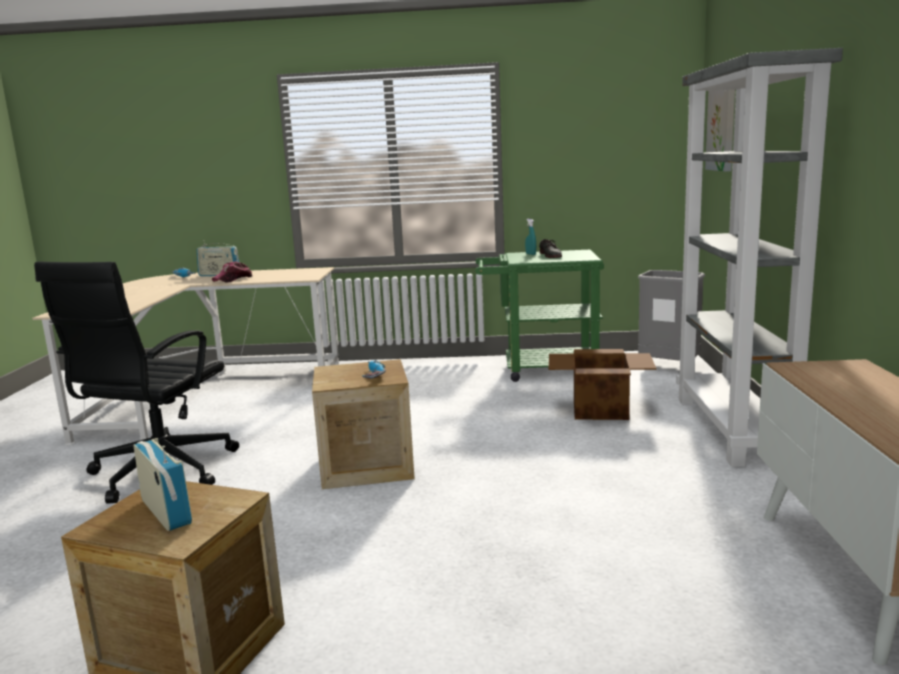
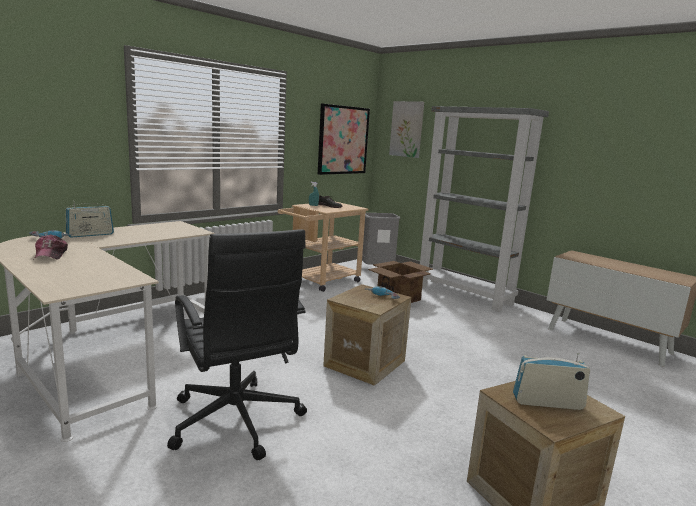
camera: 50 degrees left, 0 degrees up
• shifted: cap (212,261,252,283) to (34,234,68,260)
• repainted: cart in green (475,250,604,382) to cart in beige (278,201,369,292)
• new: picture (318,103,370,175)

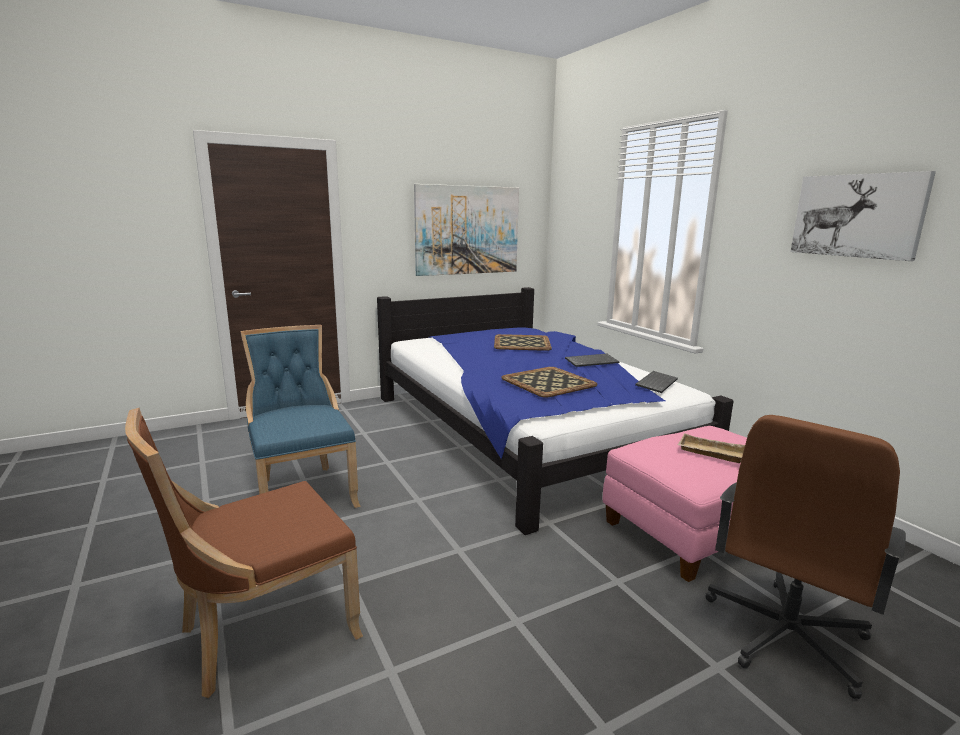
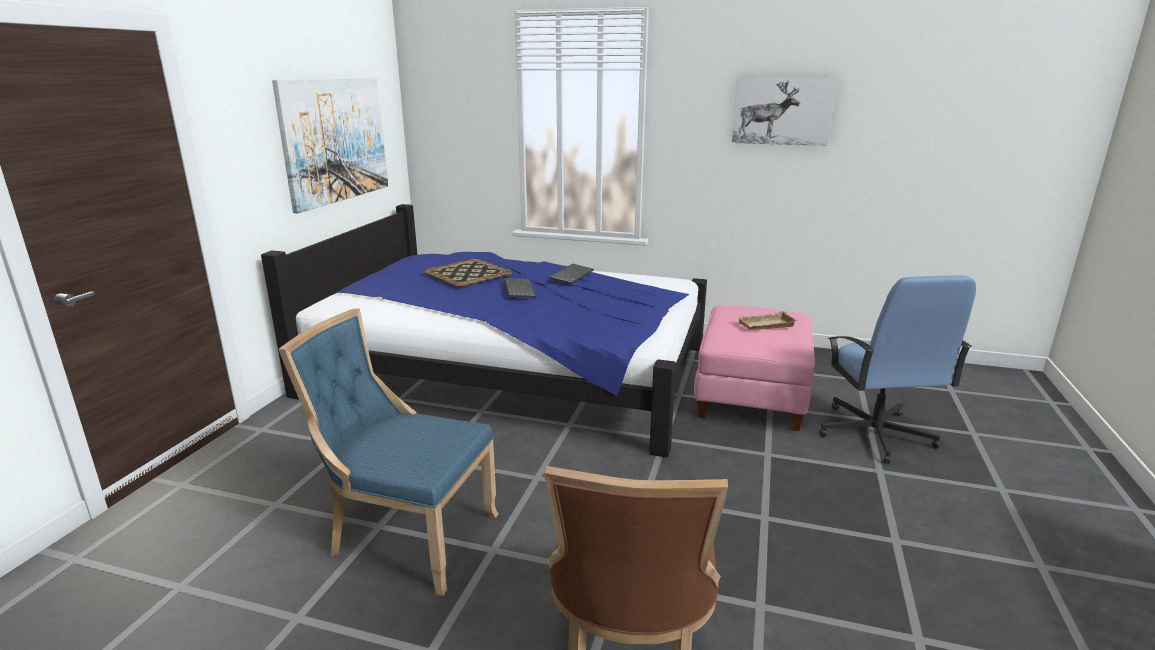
camera: 45 degrees left, 5 degrees up
• gone: tray (501,367,597,398)
• shifted: keyboard (635,371,678,393) to (504,278,536,298)
• repainted: office chair in brown (706,415,906,699) to office chair in blue (819,275,976,464)

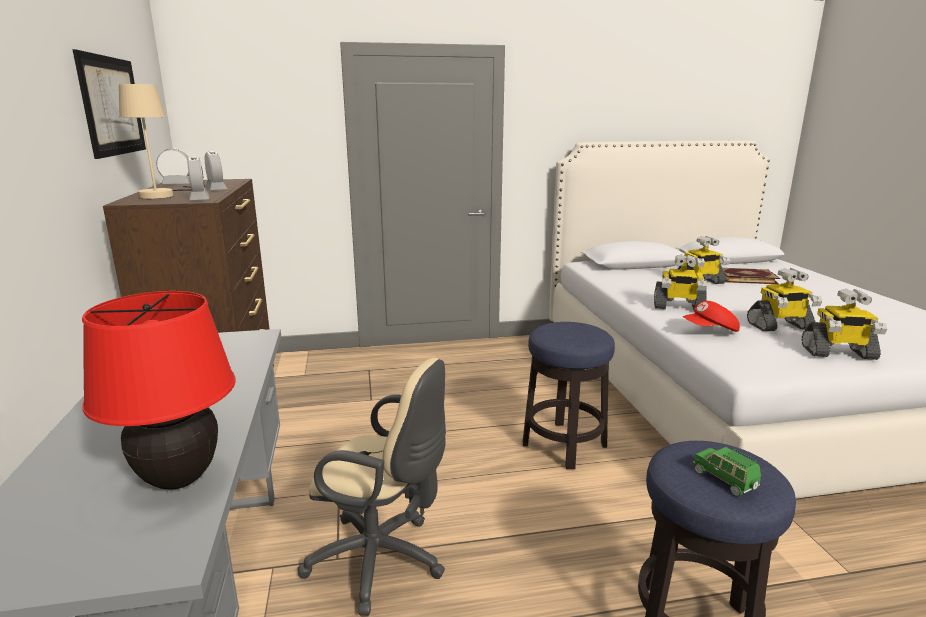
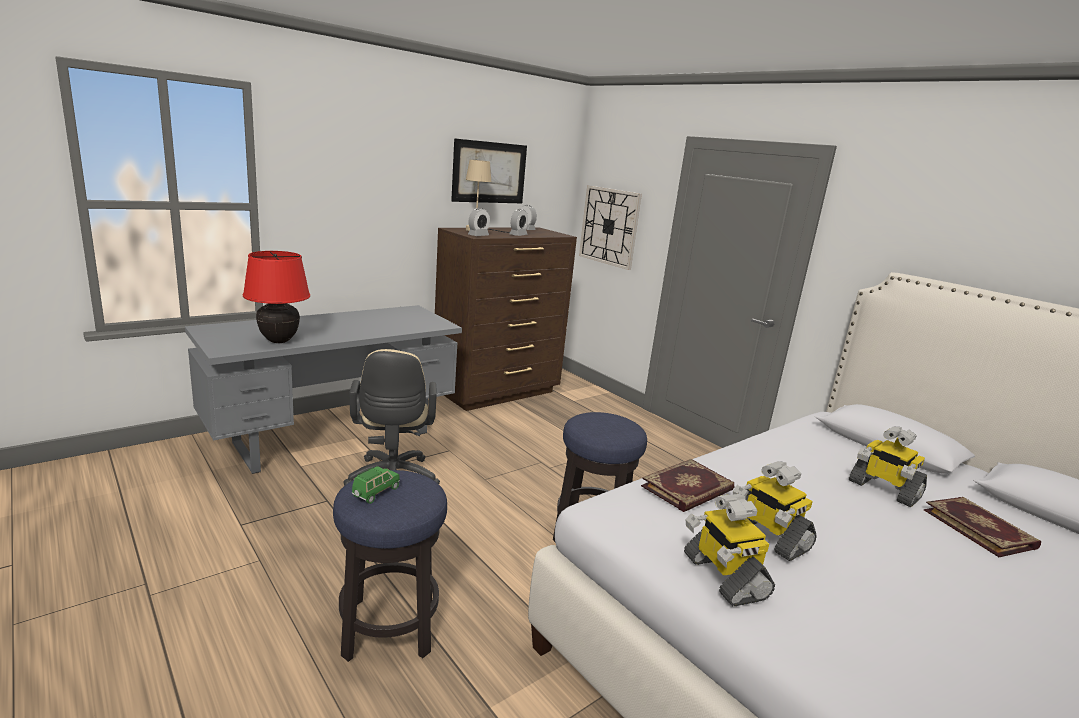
camera: 60 degrees right, 0 degrees up
• gone: toy robot (654,254,707,310)
• swapped: cap in red (683,301,740,332) to book (641,459,734,512)
• new: wall clock (579,185,642,270)

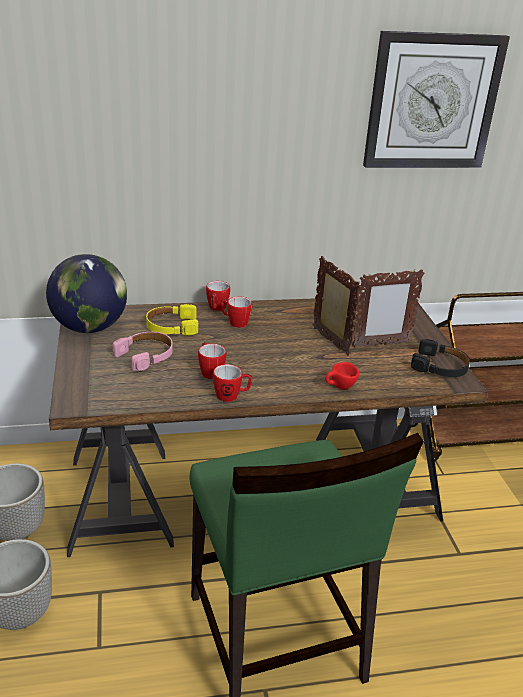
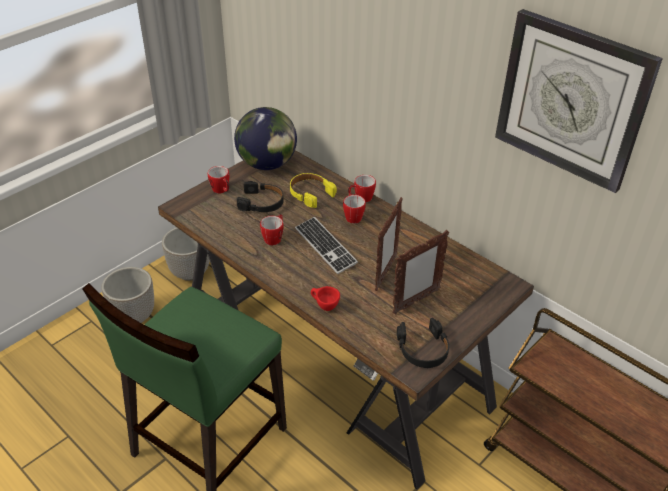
camera: 55 degrees right, 10 degrees up
• repainted: headphones in pink (112,332,173,371) to headphones in black (237,181,284,212)
• shifted: mug (213,364,252,402) to (208,166,229,193)
• rotated: picture frame (352,270,425,348) = (392,230,449,314) 75 degrees counterclockwise
• new: keyboard (295,217,358,274)

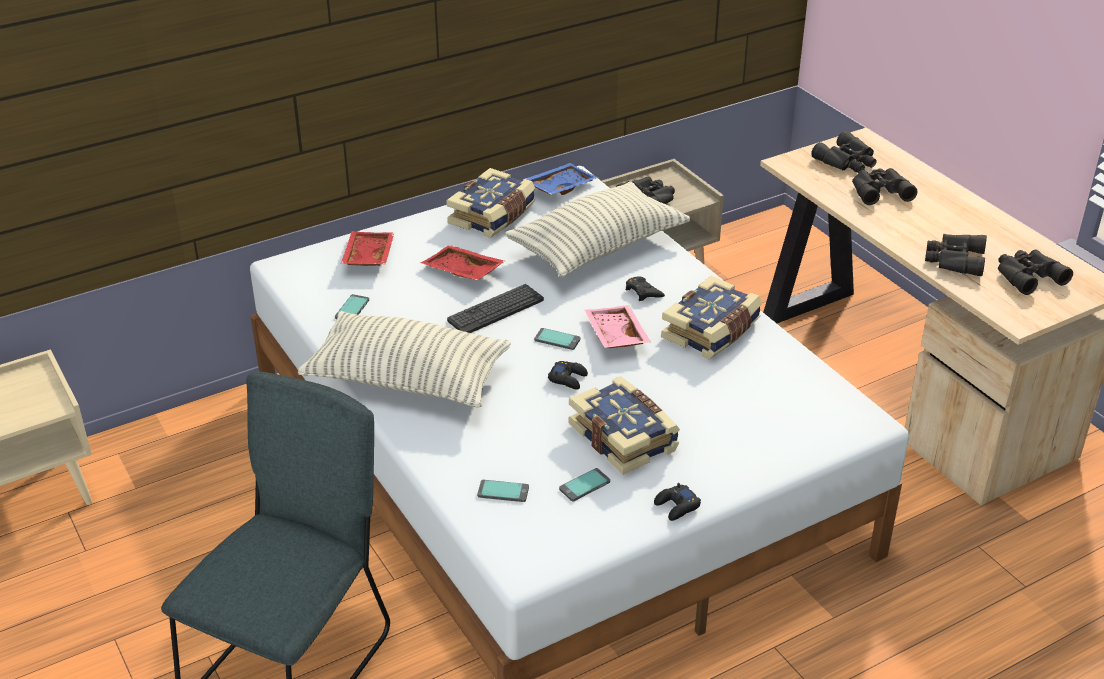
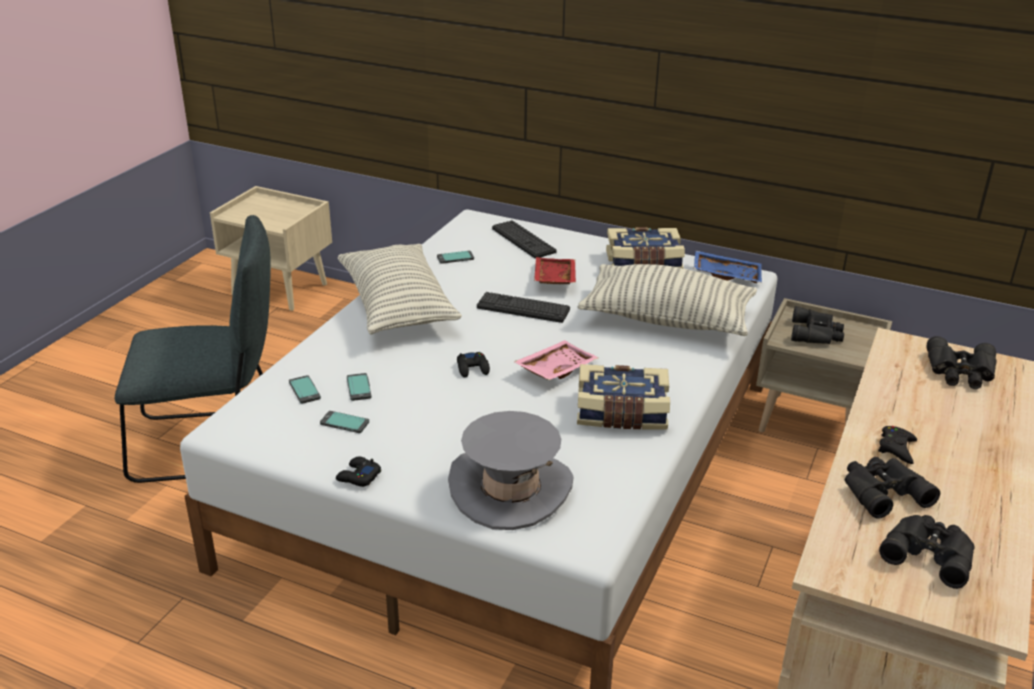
camera: 55 degrees right, 5 degrees down
• swapped: tray in red (341,231,394,266) to keyboard (492,220,557,259)
• shifted: phone (534,328,580,350) to (347,373,372,401)
• gone: book (569,376,680,475)
• shifted: game controller in black (626,276,665,301) to (878,426,917,464)
• gone: binoculars in black (852,168,918,205)
• new: hat in grey (448,411,573,530)

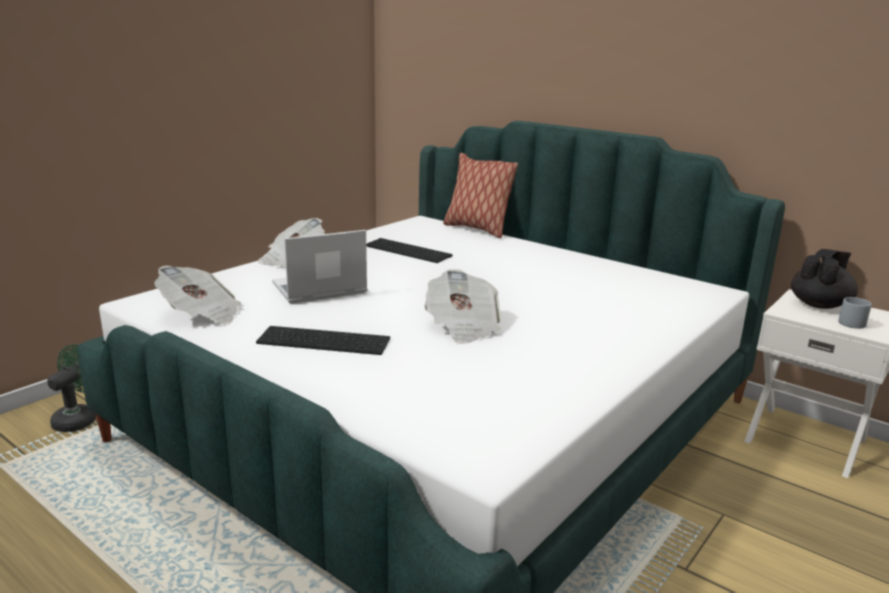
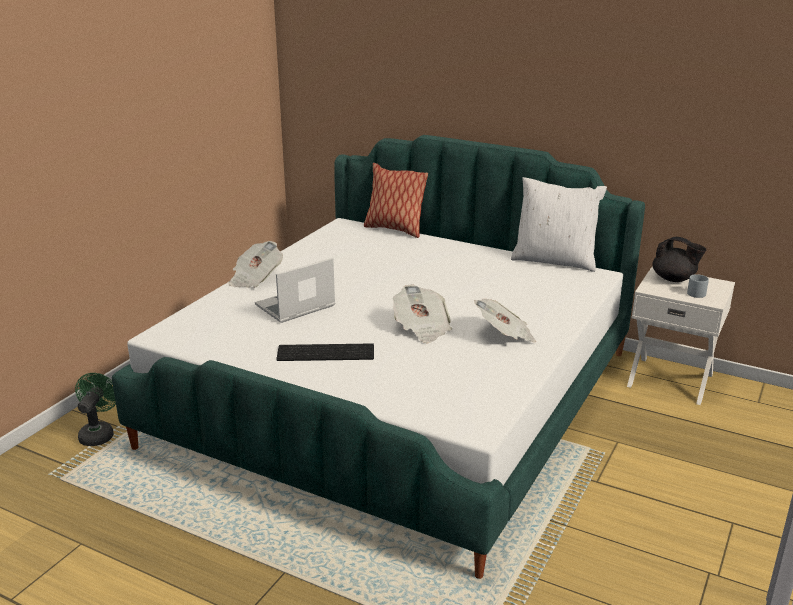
camera: 10 degrees left, 5 degrees up
• shifted: newspaper (154,266,241,325) to (474,299,537,342)
• gone: keyboard (366,238,453,263)
• rotated: teapot in black (791,249,858,309) = (652,237,706,282) 90 degrees clockwise
• new: pillow in white (511,177,607,272)

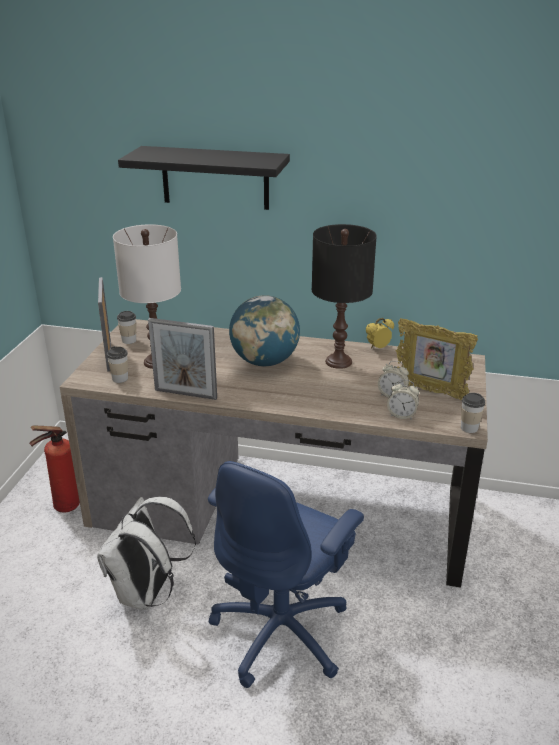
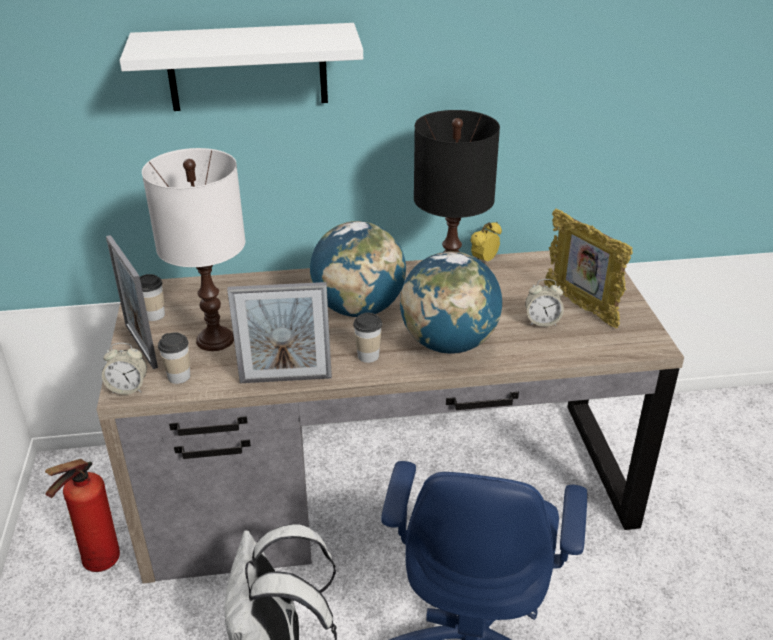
camera: 20 degrees left, 5 degrees up
• repainted: shelf in black (118,146,290,210) to shelf in white (120,23,363,111)
• shifted: alarm clock (387,380,419,420) to (102,343,147,395)
• rotated: picture frame (395,318,478,400) = (544,208,633,328) 45 degrees clockwise
• shifted: cup (461,393,485,433) to (353,313,382,363)
• new: globe (400,252,502,354)

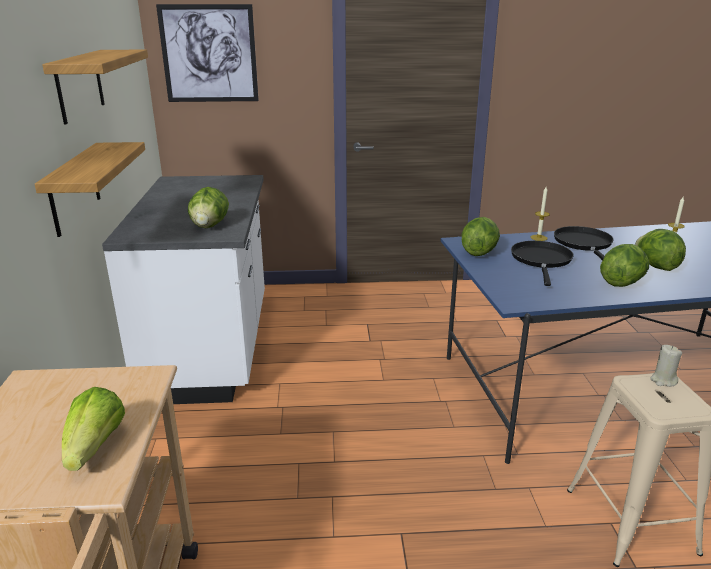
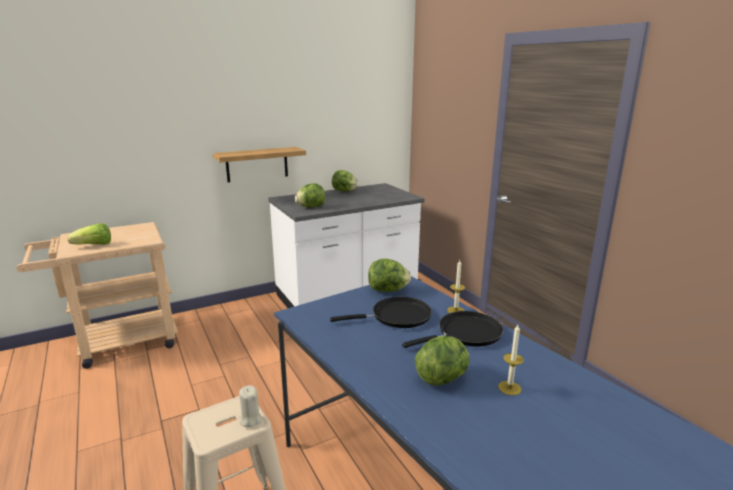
camera: 65 degrees right, 5 degrees down
• gone: shelf (42,50,148,125)
• gone: picture (156,4,259,102)
• shifted: lettuce (600,244,649,287) to (332,170,359,192)

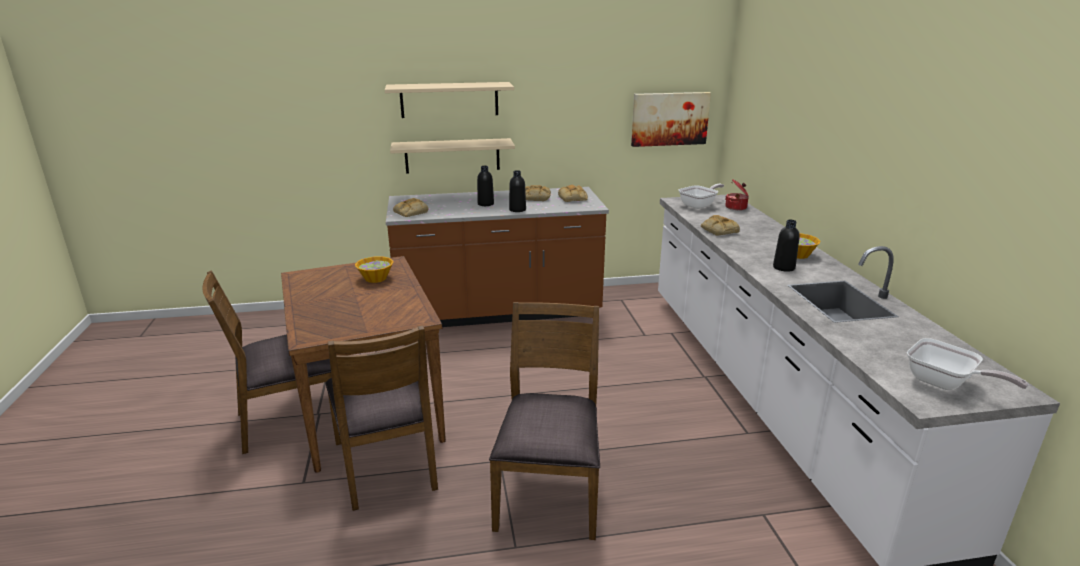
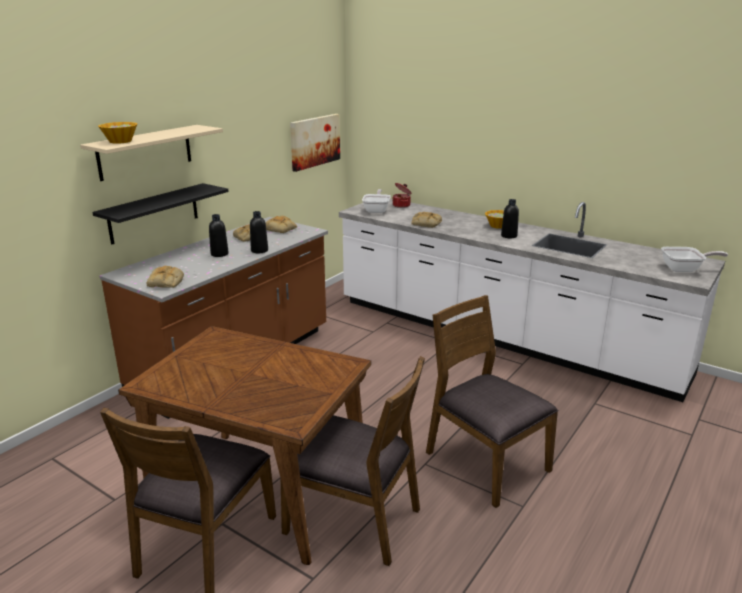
camera: 45 degrees left, 0 degrees up
• shifted: bowl (355,256,394,283) to (98,122,137,144)
• repainted: shelf in beige (390,138,515,174) to shelf in black (92,183,229,245)

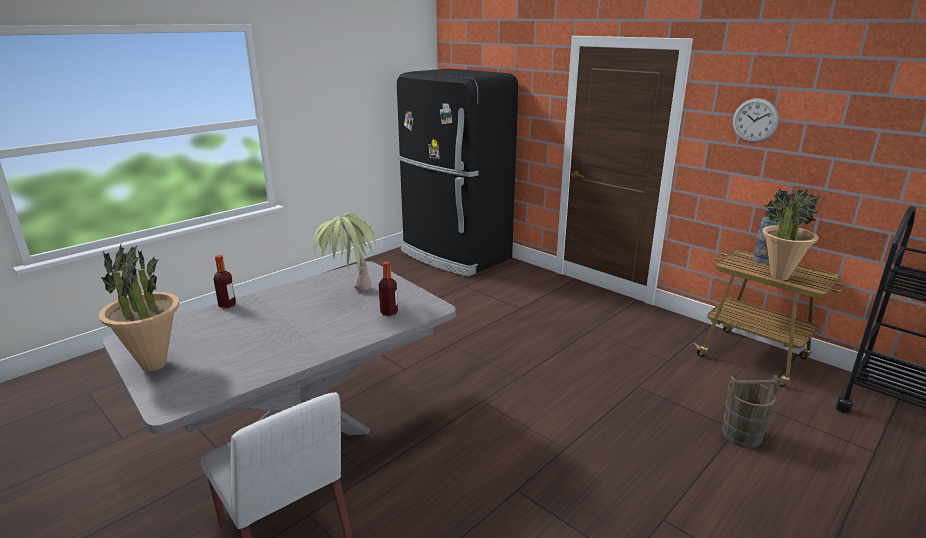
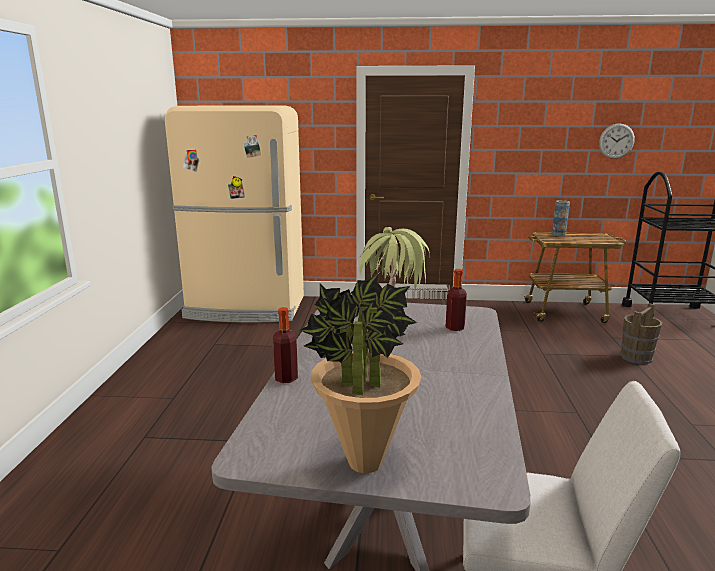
camera: 40 degrees left, 5 degrees down
• repainted: fridge in black (397,69,518,277) to fridge in beige (165,106,304,323)
• shifted: wall clock (733,98,779,143) to (599,123,635,159)
• gone: potted plant (762,188,821,280)

